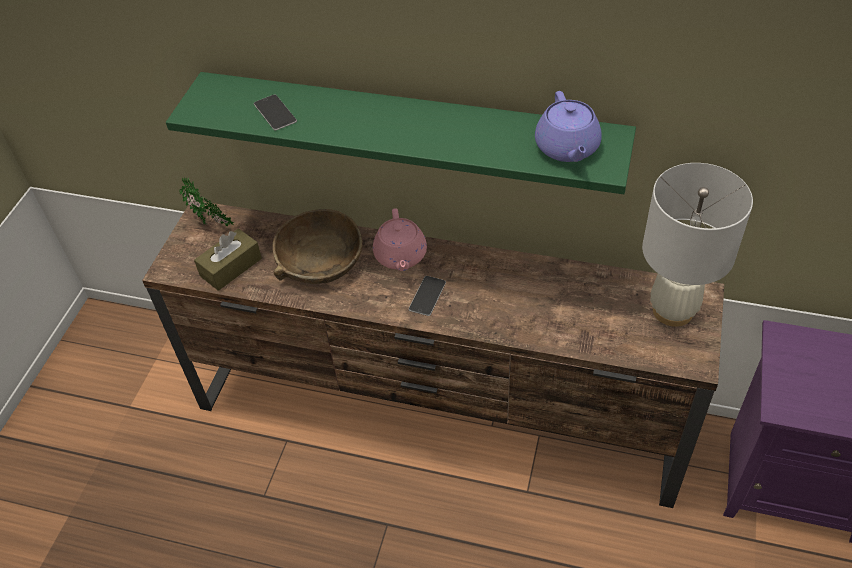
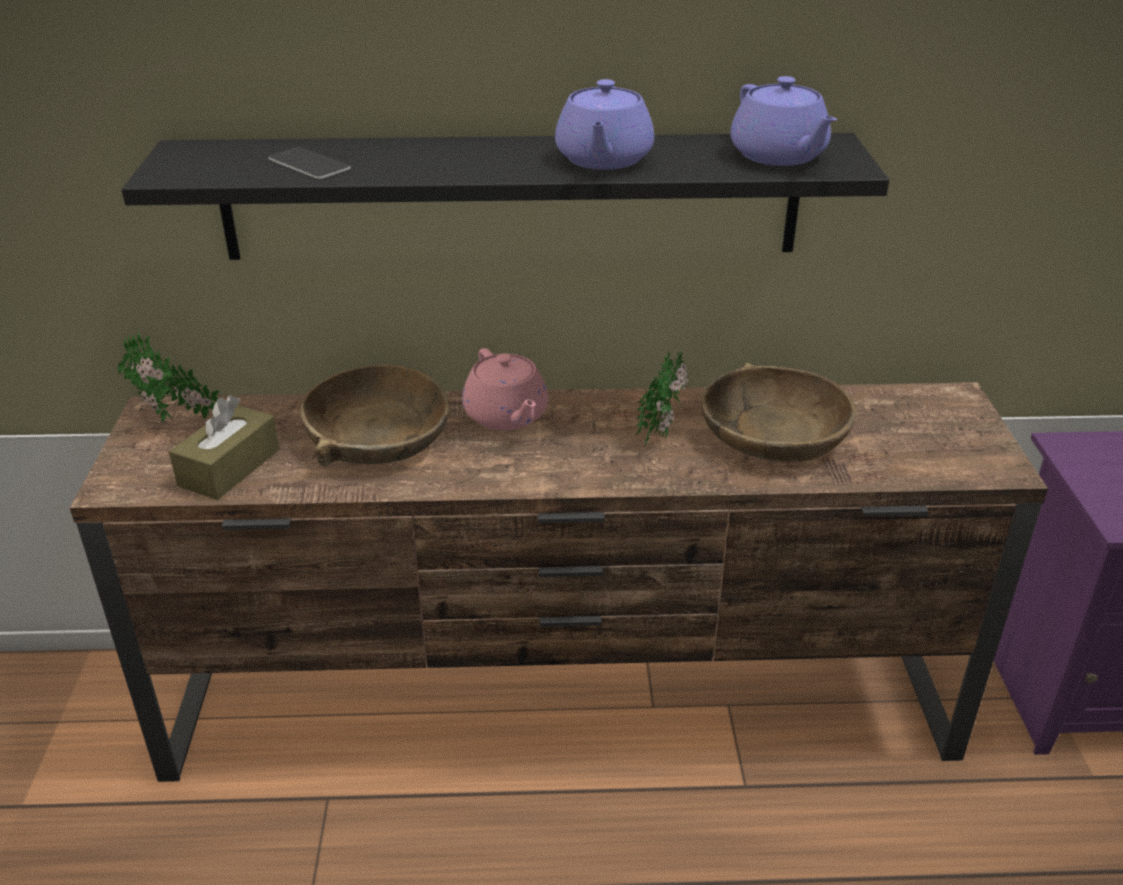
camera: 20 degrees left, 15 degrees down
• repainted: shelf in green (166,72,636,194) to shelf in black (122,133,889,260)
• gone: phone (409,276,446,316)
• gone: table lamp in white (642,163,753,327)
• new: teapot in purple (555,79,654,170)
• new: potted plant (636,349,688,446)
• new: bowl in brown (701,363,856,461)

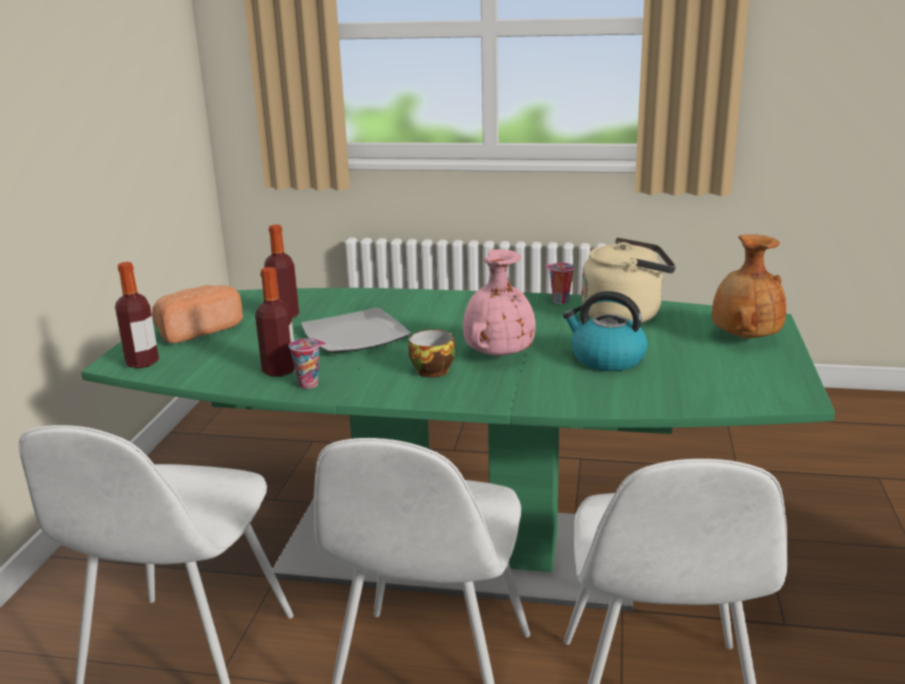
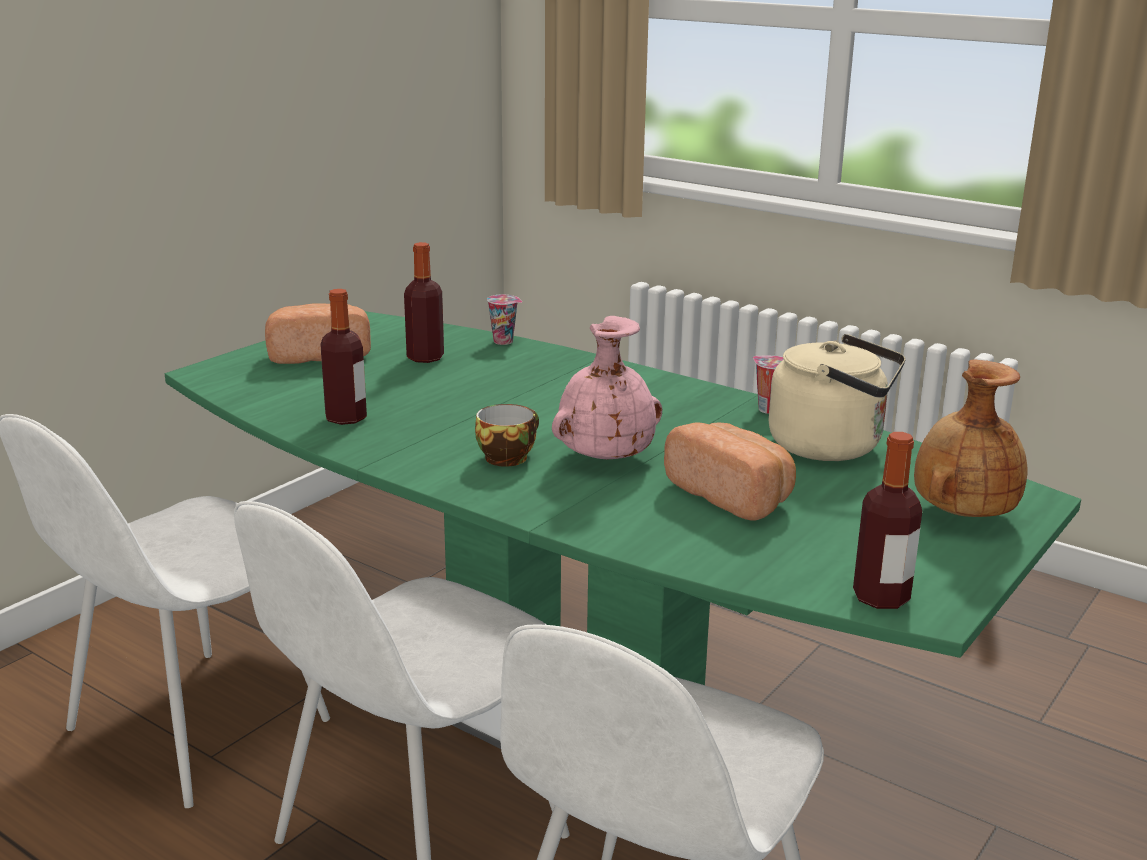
camera: 25 degrees right, 0 degrees up
• shifted: bottle (115,262,159,368) to (853,432,922,609)
• shifted: cup (289,338,326,389) to (487,294,522,345)
• gone: plate (301,307,411,353)
• swapped: kettle (563,291,648,371) to bread (664,422,796,521)

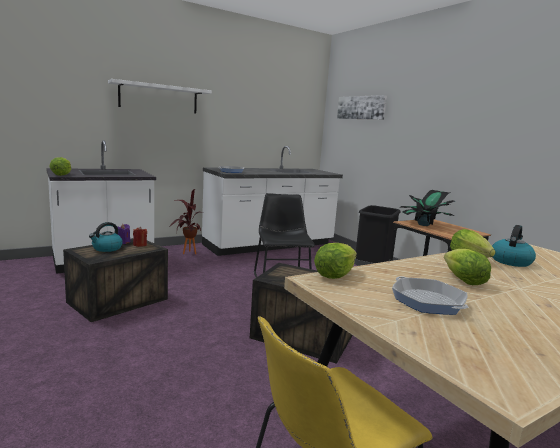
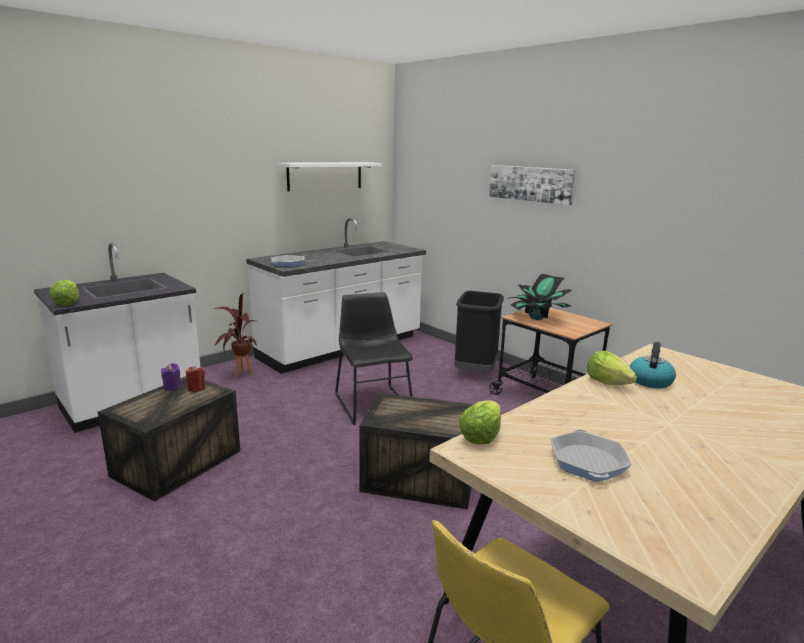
camera: 10 degrees left, 5 degrees up
• gone: kettle (89,222,123,252)
• shifted: shelf in white (108,79,212,113) to (277,162,381,191)
• shifted: picture (337,95,387,120) to (489,165,576,205)
• rotated: frying pan (392,276,468,315) = (551,429,631,482) 135 degrees counterclockwise
• gone: lettuce (444,249,491,285)

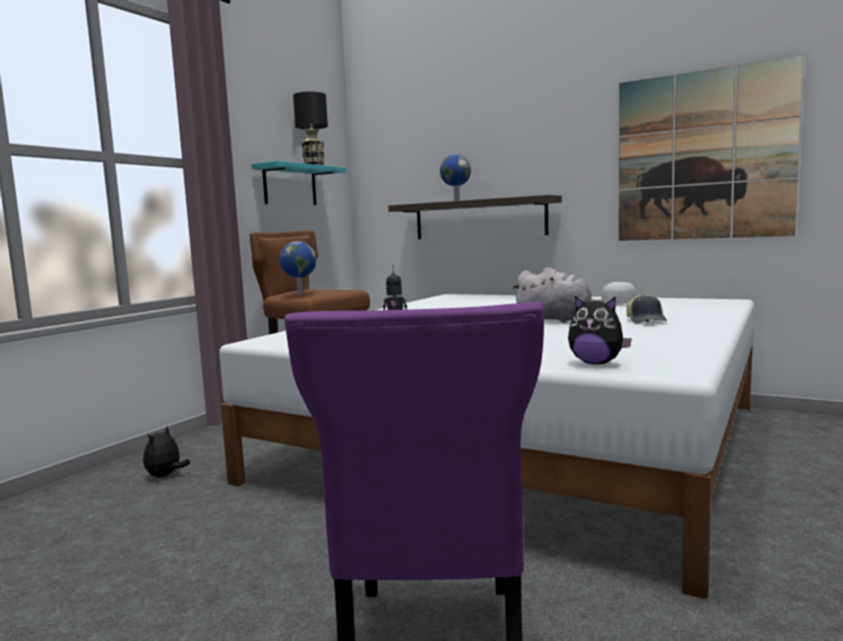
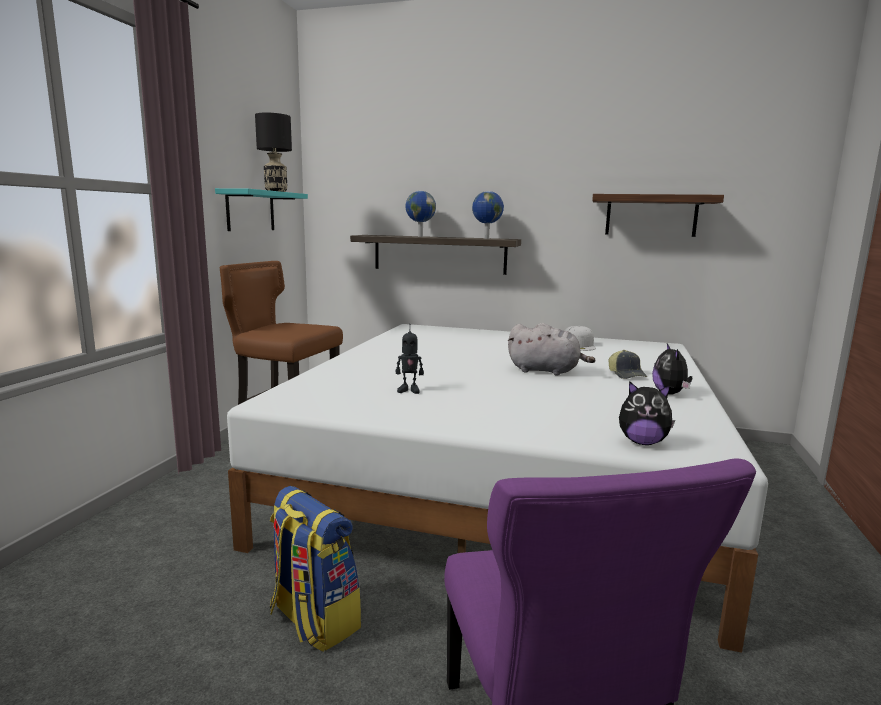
camera: 15 degrees left, 5 degrees up
• shifted: plush toy (143,426,190,477) to (652,344,692,395)
• shifted: globe (279,241,316,295) to (472,191,504,239)
• swapped: picture (619,55,803,241) to shelf (592,194,724,237)
• new: backpack (270,486,361,652)

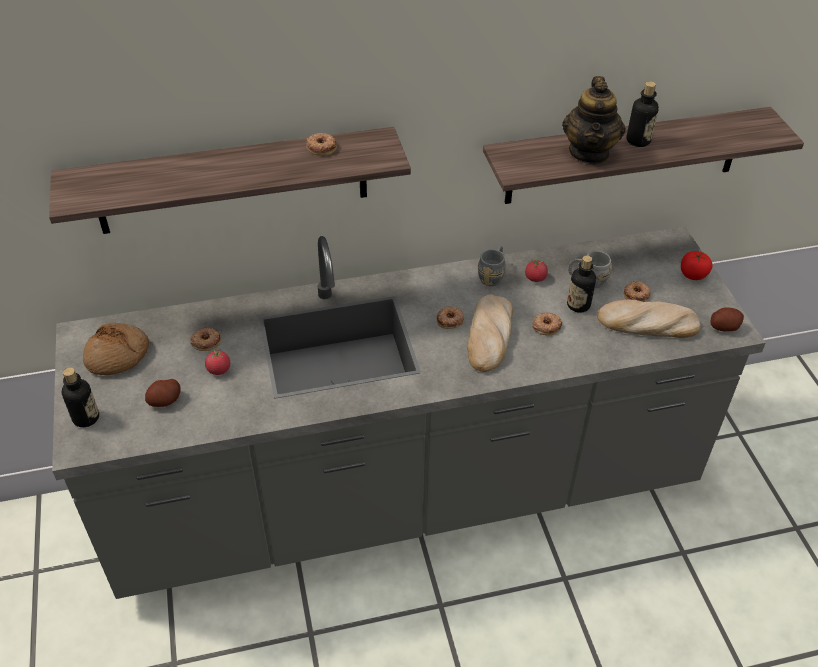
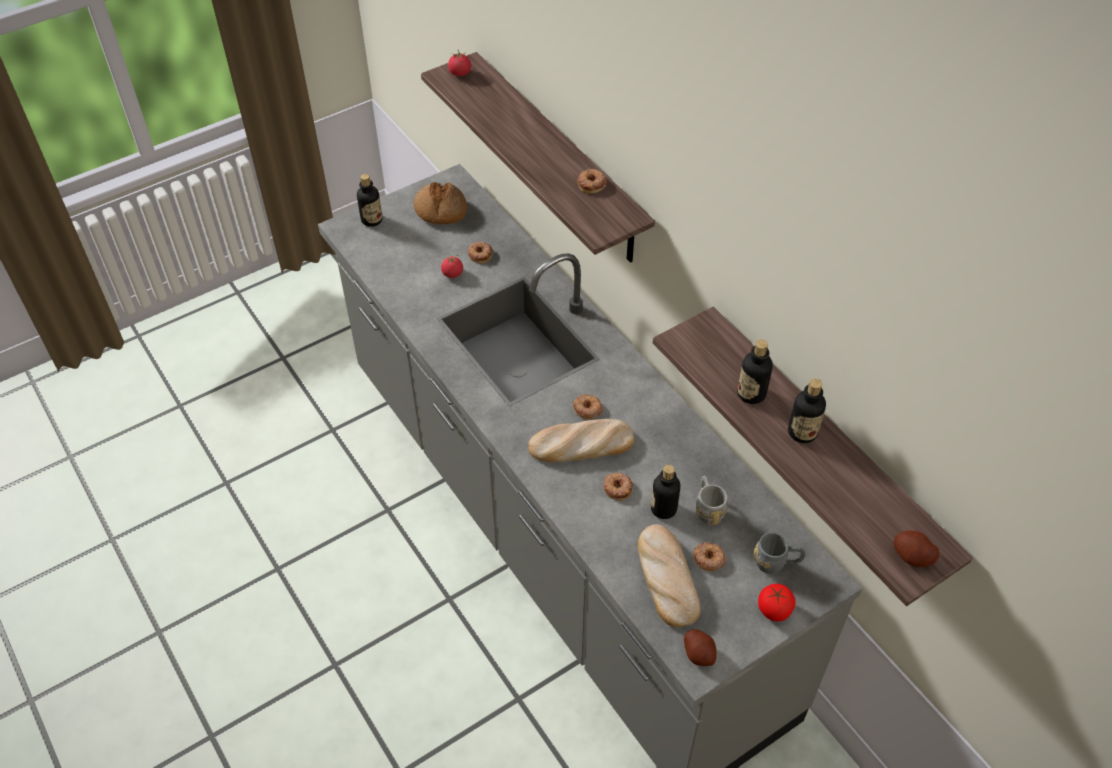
camera: 70 degrees right, 5 degrees up
• shifted: potato (145,379,181,407) to (894,531,939,567)
• shifted: mug in grey (478,246,506,286) to (754,532,805,574)
• shifted: tomato (525,257,548,282) to (448,50,471,76)
• swapped: teapot (562,76,626,165) to bottle (737,340,773,404)

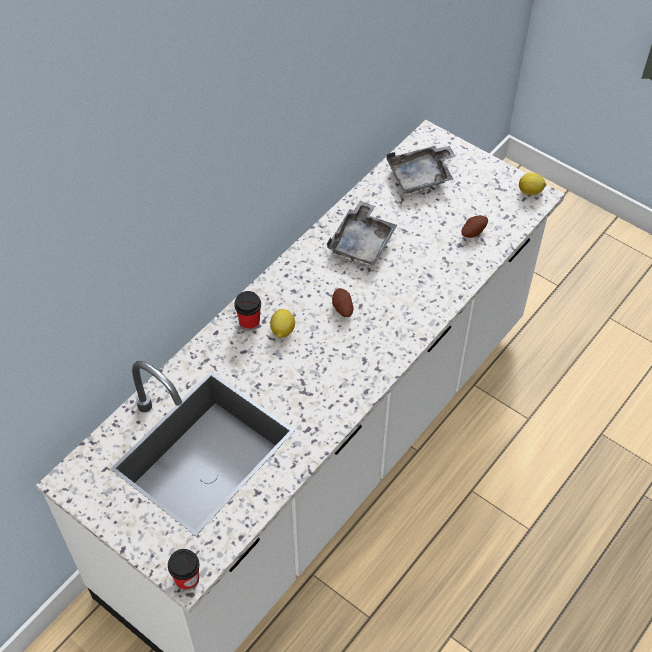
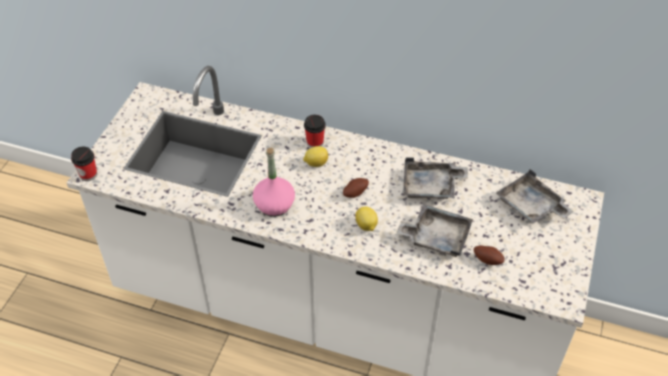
camera: 70 degrees right, 5 degrees down
• shifted: lemon (519,173,547,195) to (355,206,378,231)
• new: bottle in pink (253,148,295,217)
• new: tray in grey (396,204,473,257)

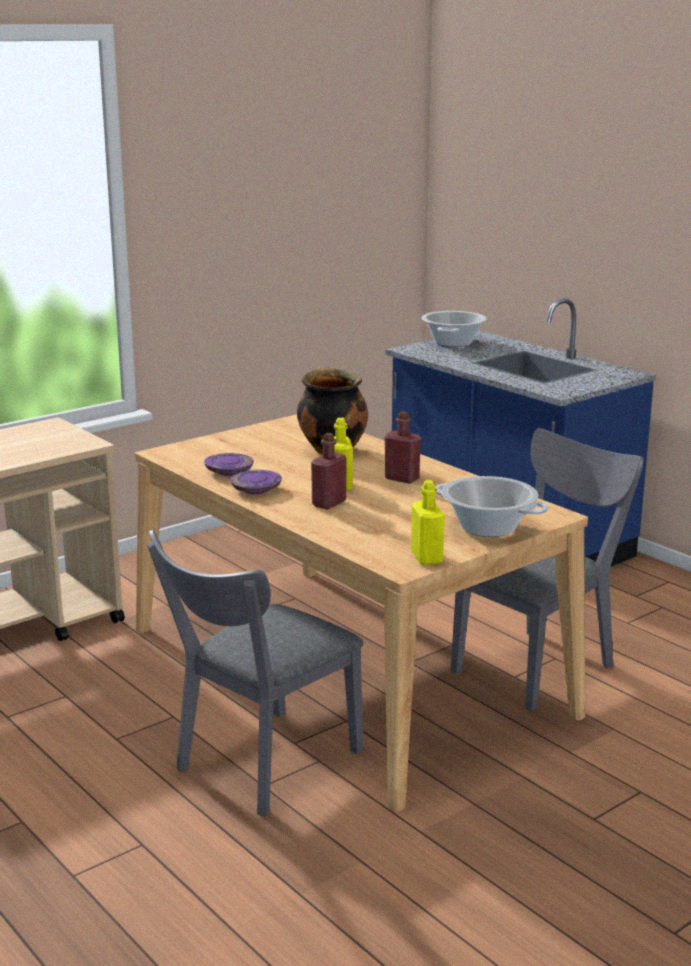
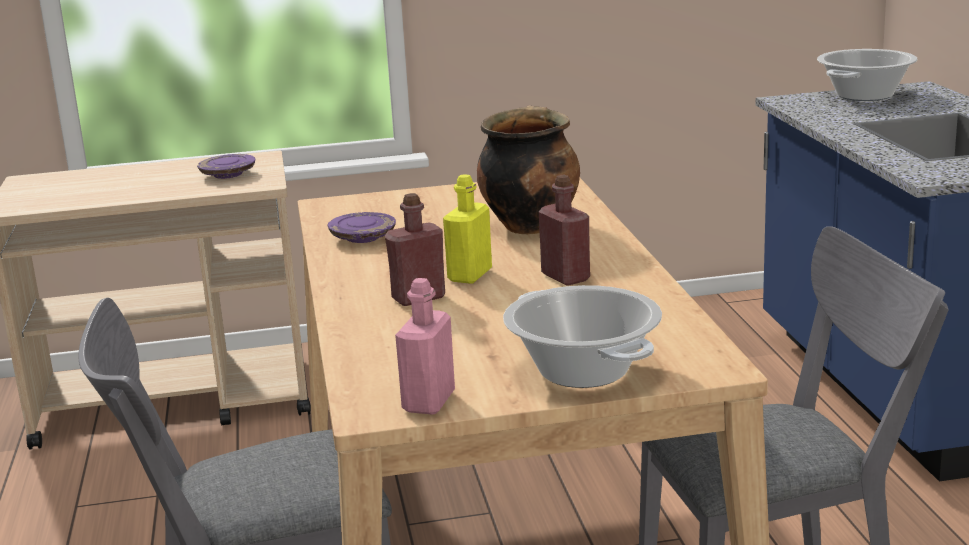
camera: 30 degrees right, 0 degrees up
• shifted: plate in purple (230,470,282,494) to (197,154,256,179)
• repainted: bottle in yellow (411,480,445,565) to bottle in pink (395,278,455,414)

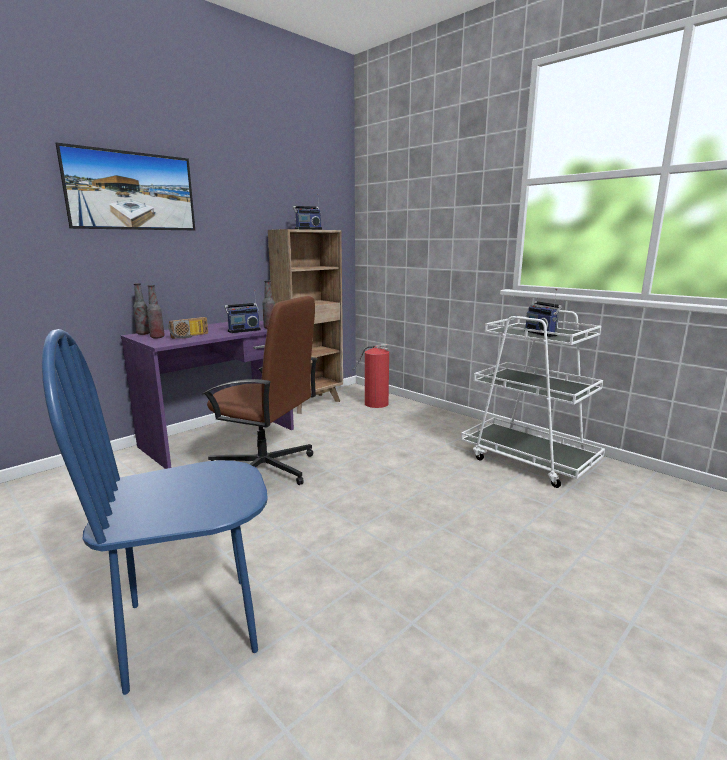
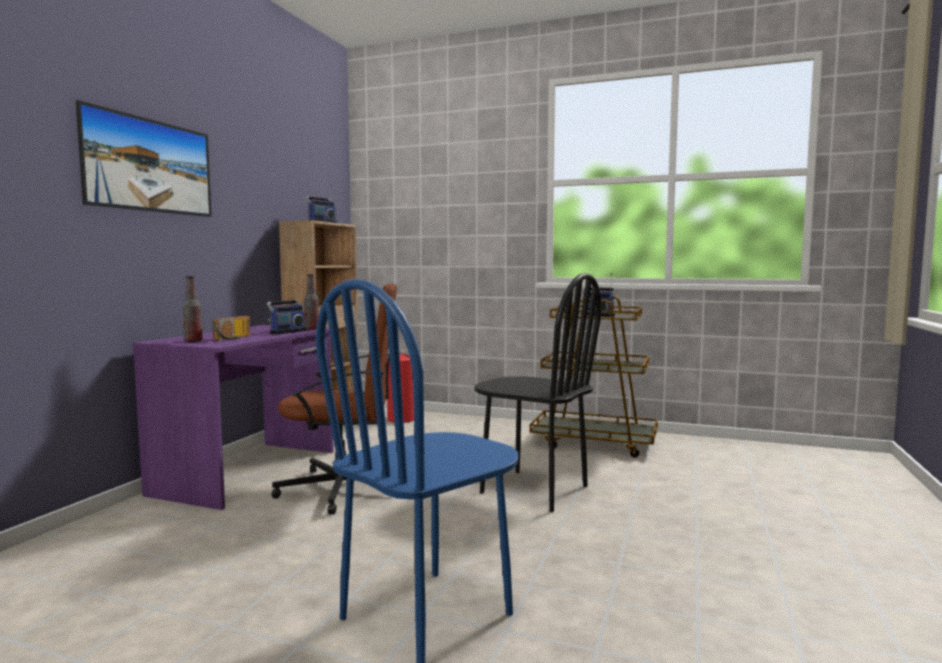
camera: 25 degrees left, 10 degrees down
• gone: bottle (133,283,150,335)
• repainted: cart in white (461,310,605,488) to cart in brown (529,296,658,458)
• new: chair in black (474,273,601,512)

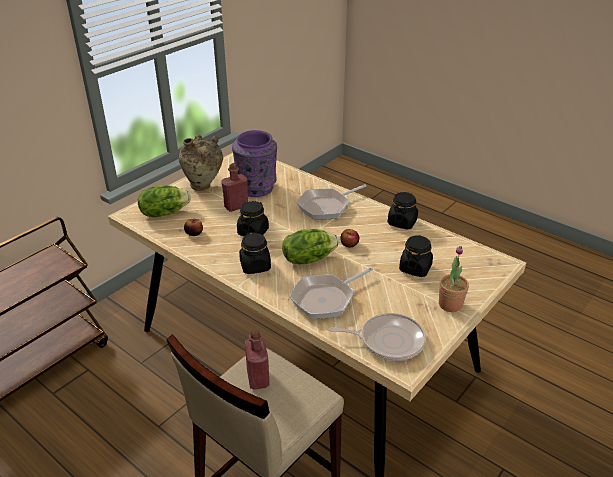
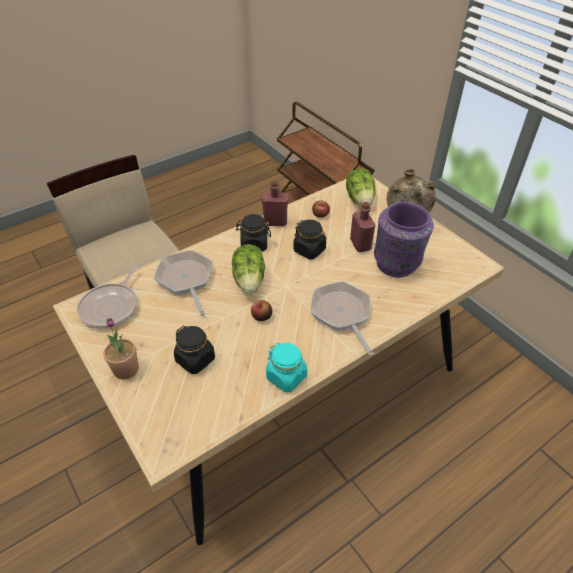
camera: 105 degrees right, 10 degrees up
• shifted: bottle in red (245,329,270,390) to (262,180,289,226)
• repainted: jar in black (388,192,418,230) to jar in turquoise (266,343,307,392)

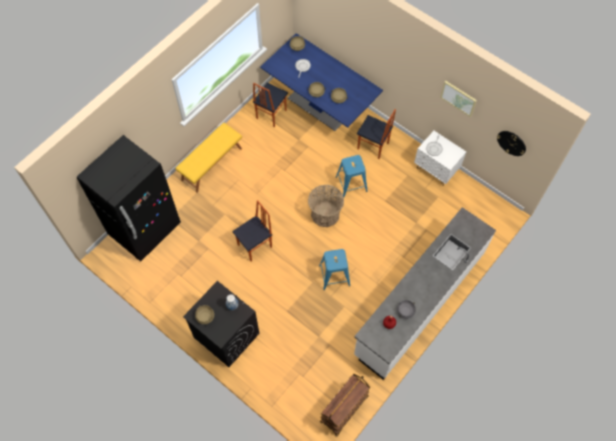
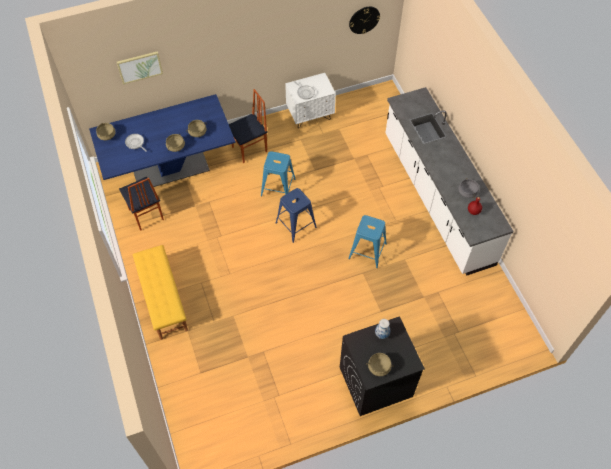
camera: 60 degrees left, 5 degrees down
• gone: fridge in black (77,135,181,261)
• gone: chair (232,200,273,261)
• swapped: basket (308,185,344,227) to stool in blue (276,188,317,243)
• gone: cart in brown (320,374,371,436)
• shifted: picture (440,81,477,117) to (117,51,163,85)

